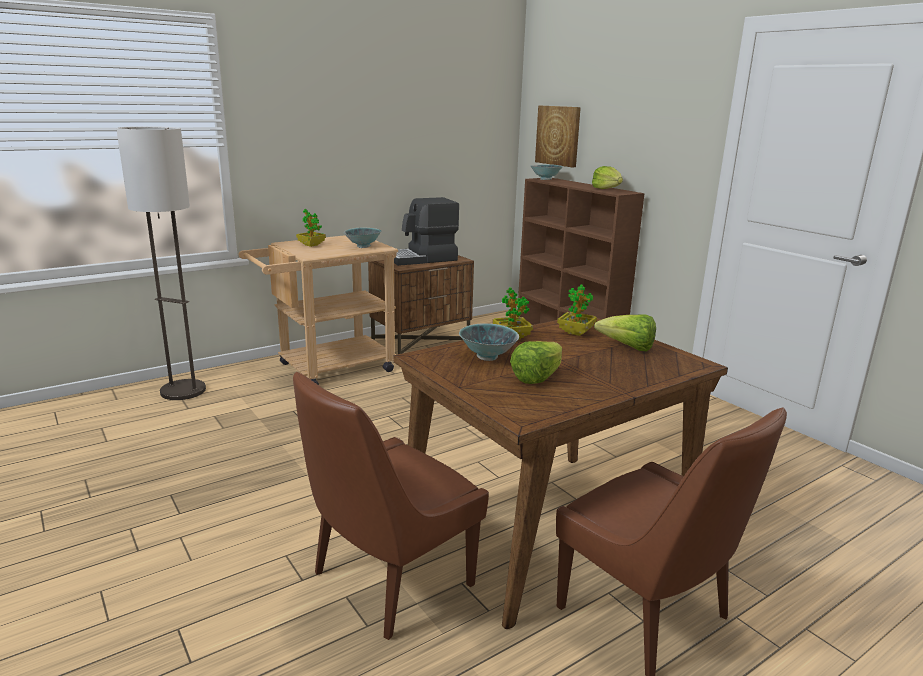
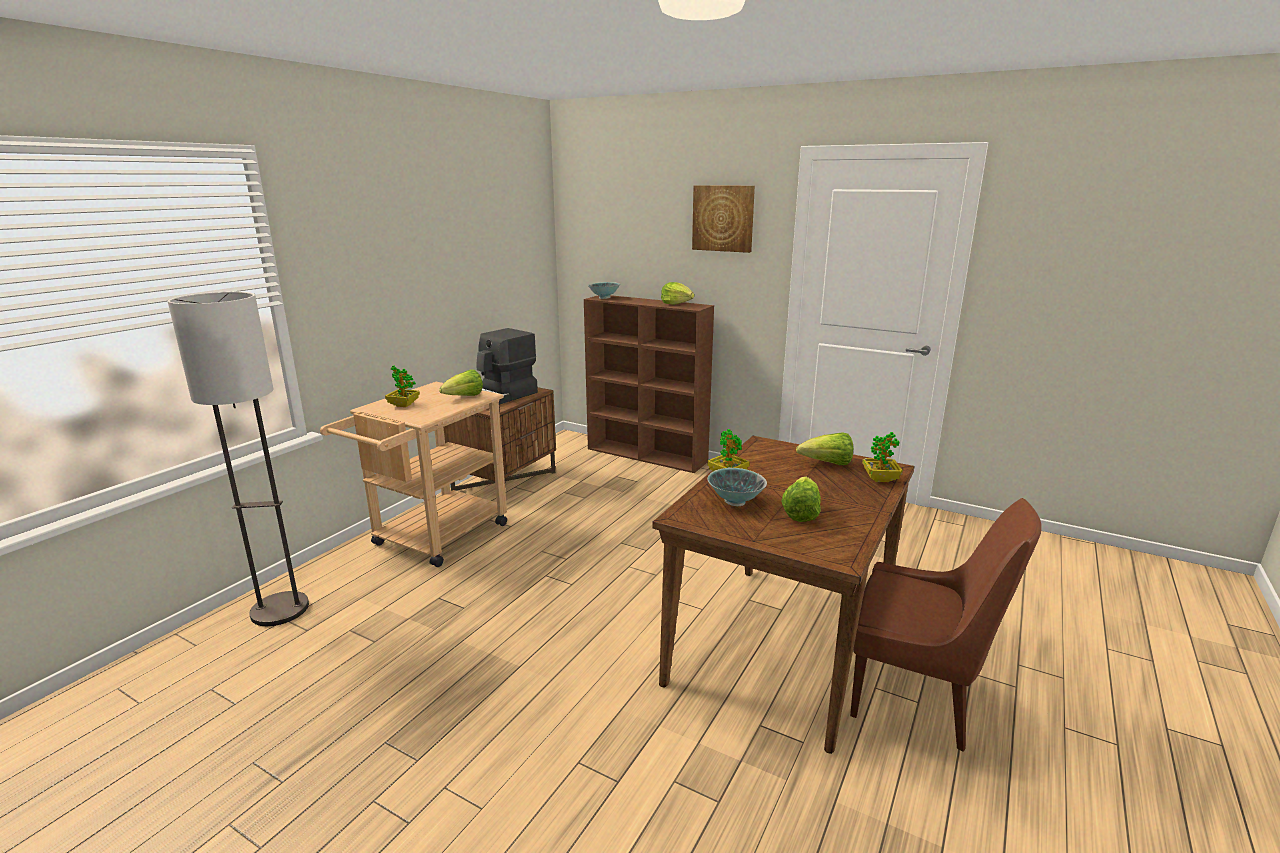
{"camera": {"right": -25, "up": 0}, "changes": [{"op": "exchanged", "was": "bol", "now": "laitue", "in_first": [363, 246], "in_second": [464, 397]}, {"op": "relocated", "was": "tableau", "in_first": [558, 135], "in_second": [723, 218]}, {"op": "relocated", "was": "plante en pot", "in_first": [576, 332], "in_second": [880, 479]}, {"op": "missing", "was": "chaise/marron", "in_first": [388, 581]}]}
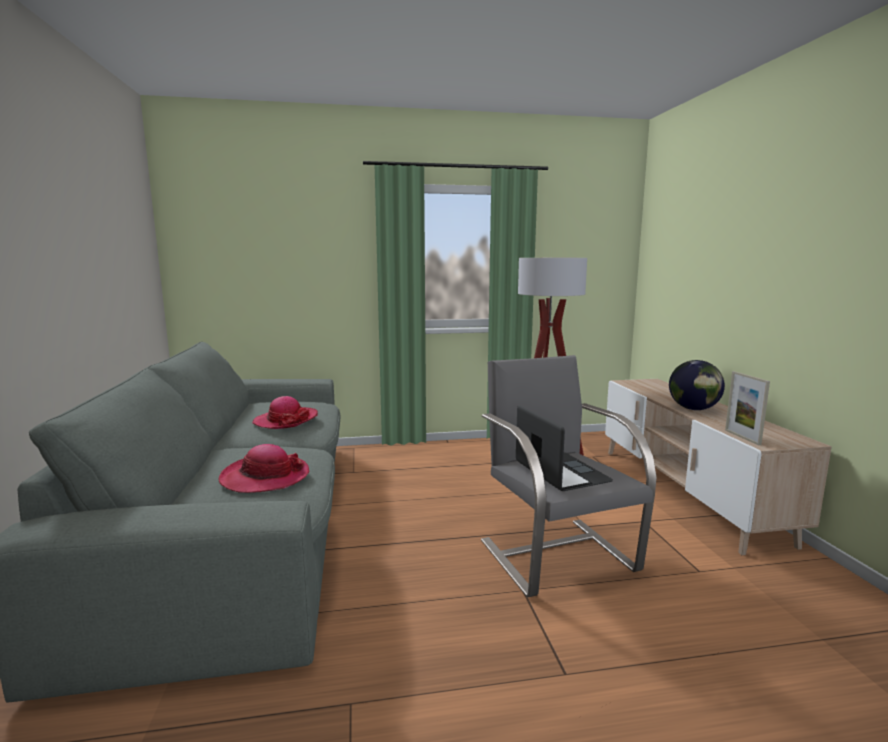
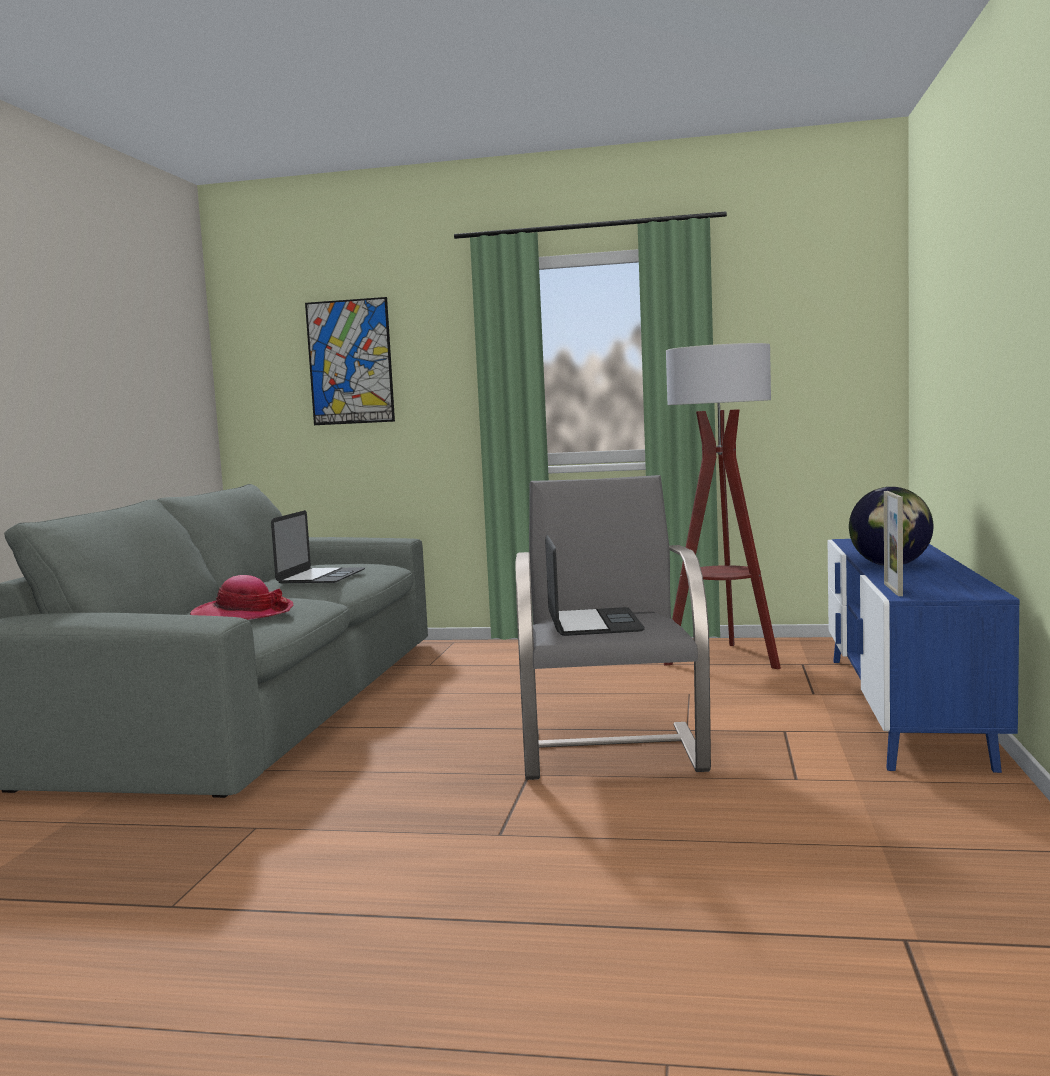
{"camera": {"right": 20, "up": -5}, "changes": [{"op": "exchanged", "was": "chapeau", "now": "ordinateur portable", "in_first": [286, 420], "in_second": [321, 576]}, {"op": "appeared", "now": "tableau", "in_second": [350, 362]}, {"op": "colour", "was": "meuble télé/beige", "now": "meuble télé/bleu", "in_first": [686, 491], "in_second": [902, 707]}]}
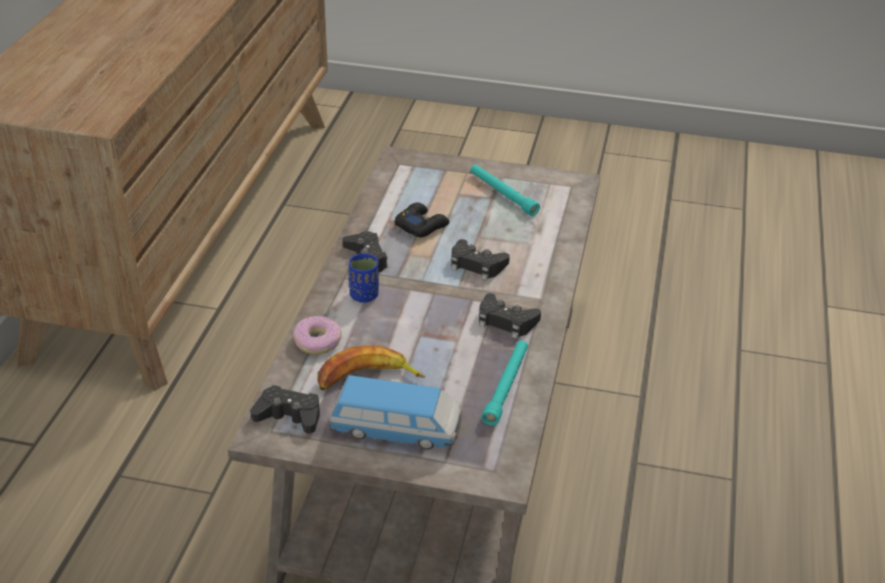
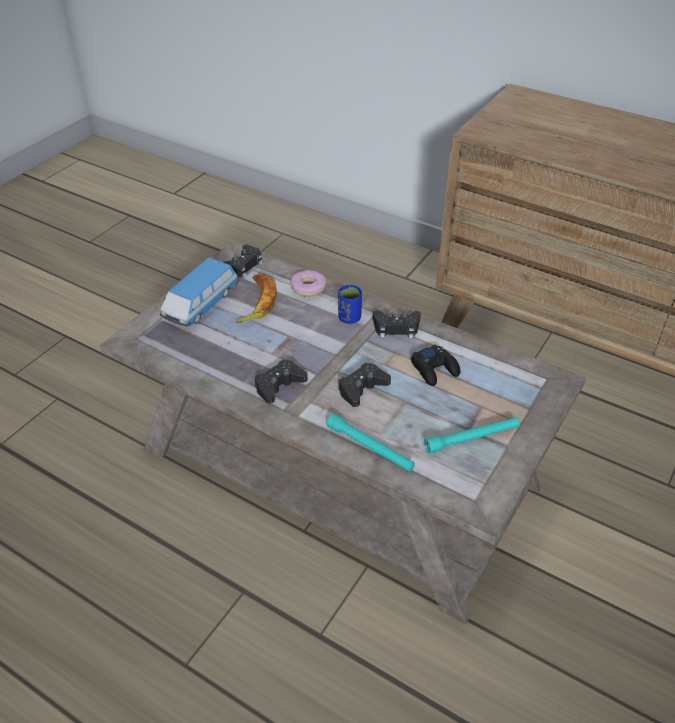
{"camera": {"right": 110, "up": 5}, "changes": [{"op": "relocated", "was": "lampe de poche/turquoise", "in_first": [506, 386], "in_second": [370, 448]}]}
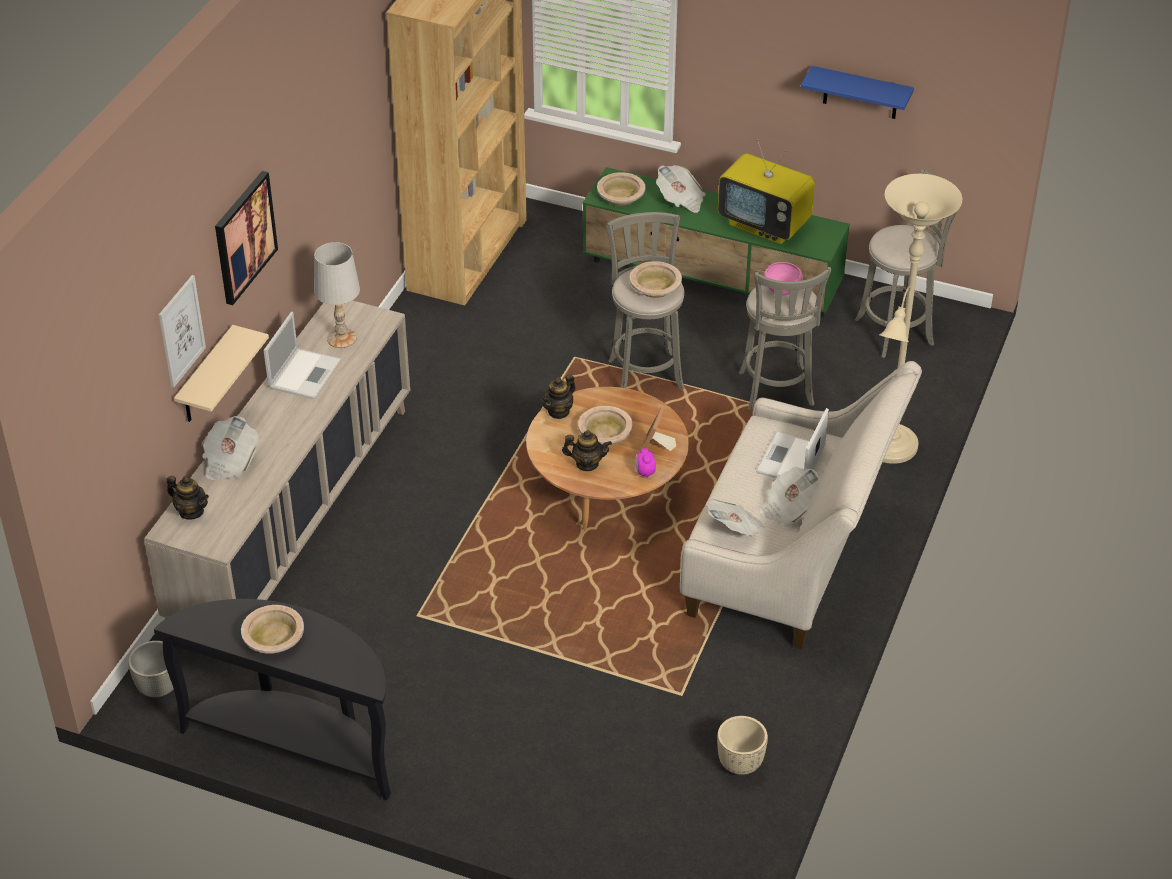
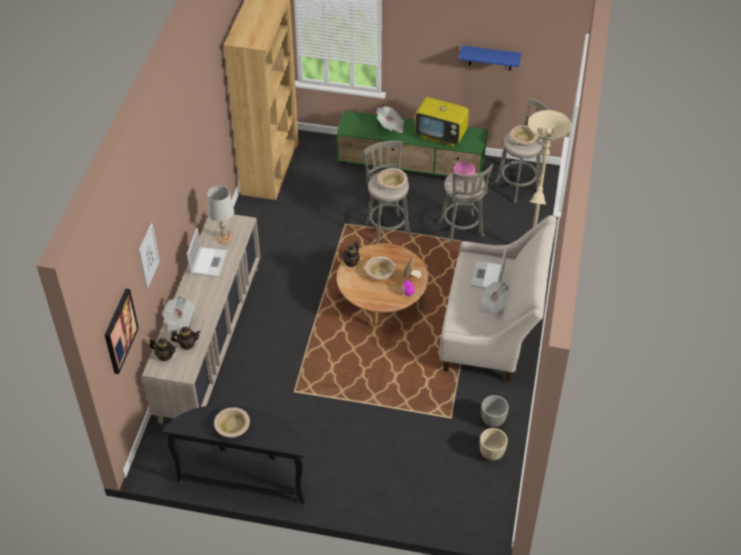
{"camera": {"right": -10, "up": 5}, "changes": [{"op": "relocated", "was": "tableau", "in_first": [244, 237], "in_second": [120, 331]}, {"op": "relocated", "was": "théière", "in_first": [587, 464], "in_second": [187, 344]}, {"op": "relocated", "was": "cache-pot/gris", "in_first": [158, 688], "in_second": [493, 420]}, {"op": "relocated", "was": "bol/beige", "in_first": [621, 195], "in_second": [523, 139]}, {"op": "missing", "was": "étagère/beige", "in_first": [206, 377]}, {"op": "missing", "was": "journal", "in_first": [735, 529]}]}
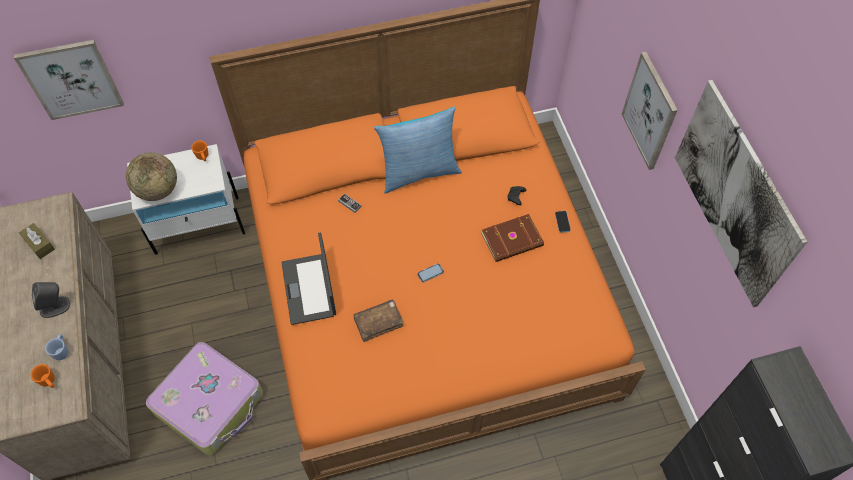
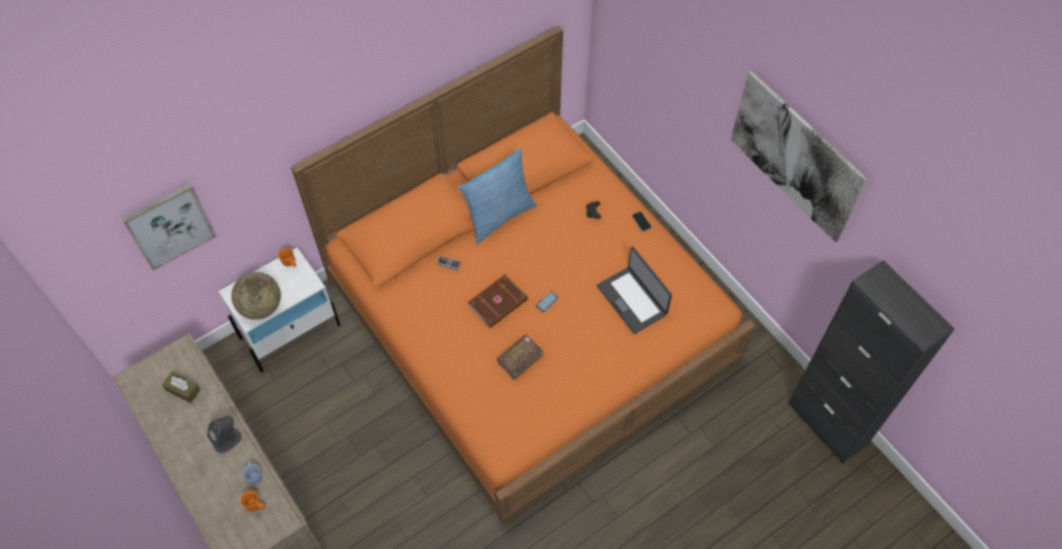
{"camera": {"right": -20, "up": 0}, "changes": [{"op": "relocated", "was": "livre/marron", "in_first": [513, 240], "in_second": [499, 303]}, {"op": "relocated", "was": "ordinateur portable", "in_first": [310, 289], "in_second": [632, 300]}, {"op": "missing", "was": "valise", "in_first": [210, 403]}, {"op": "missing", "was": "tableau", "in_first": [650, 111]}]}
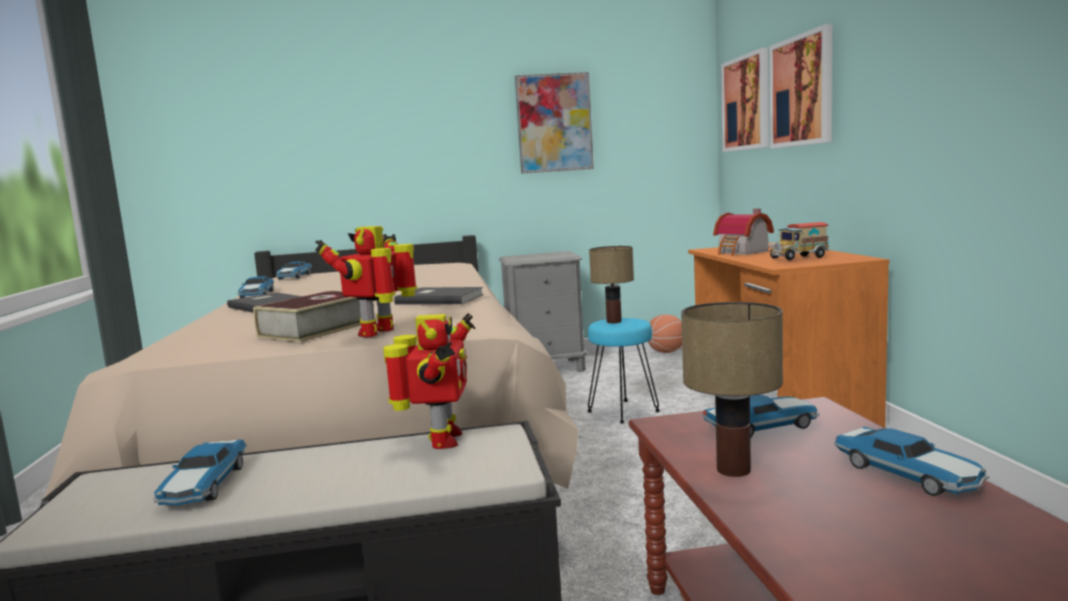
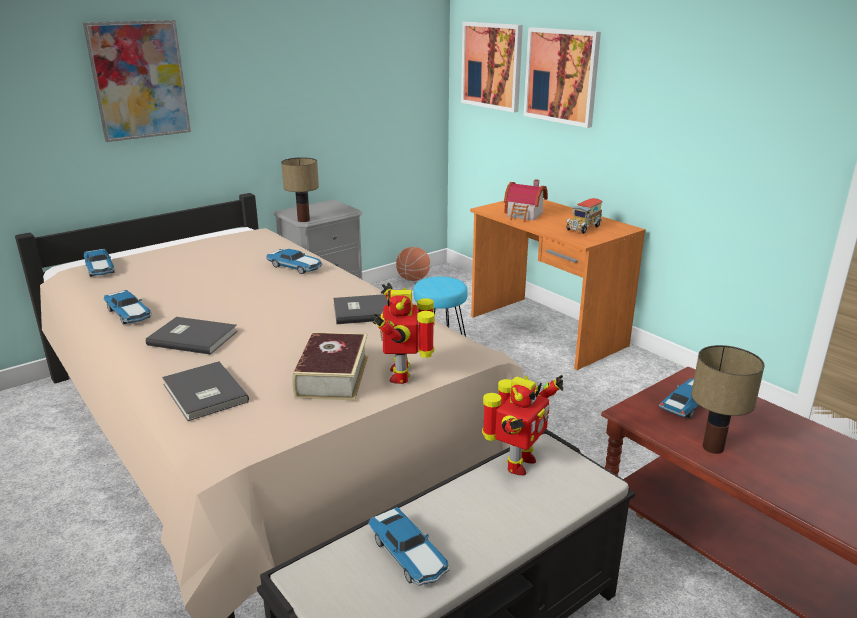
{"camera": {"right": -30, "up": 15}, "changes": [{"op": "relocated", "was": "tableau", "in_first": [554, 123], "in_second": [139, 80]}, {"op": "appeared", "now": "livre/gris", "in_second": [203, 394]}, {"op": "relocated", "was": "petite voiture", "in_first": [909, 474], "in_second": [295, 267]}, {"op": "relocated", "was": "lampe de table", "in_first": [614, 321], "in_second": [303, 220]}, {"op": "spun", "was": "robot jouet", "in_first": [441, 441], "in_second": [517, 464], "clockwise": 60}]}
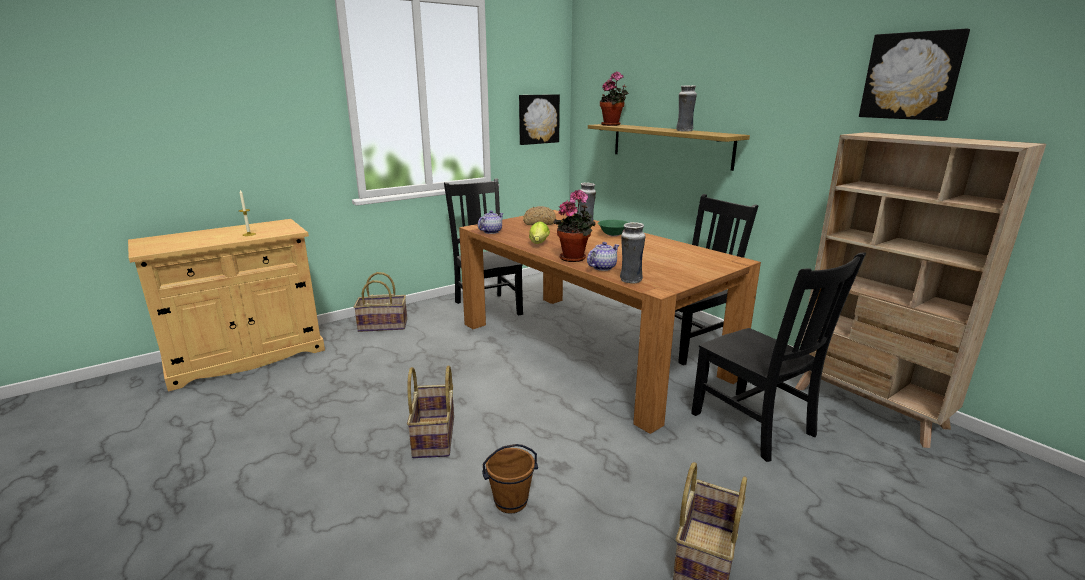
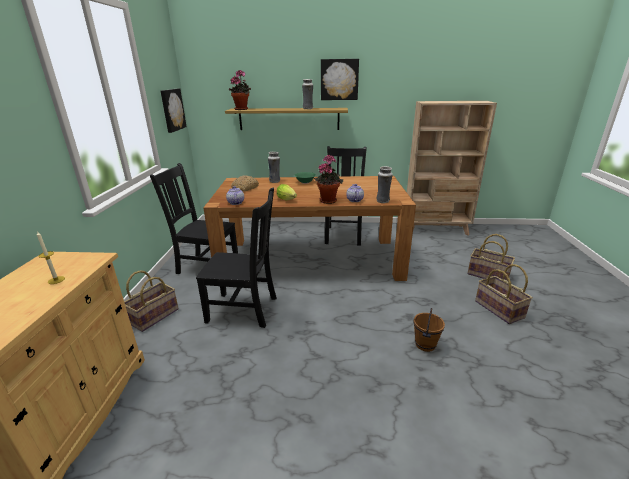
{"camera": {"right": -50, "up": 5}, "changes": [{"op": "relocated", "was": "chaise/noir", "in_first": [755, 426], "in_second": [245, 310]}, {"op": "relocated", "was": "tableau", "in_first": [912, 76], "in_second": [339, 79]}, {"op": "relocated", "was": "panier", "in_first": [435, 437], "in_second": [488, 275]}]}
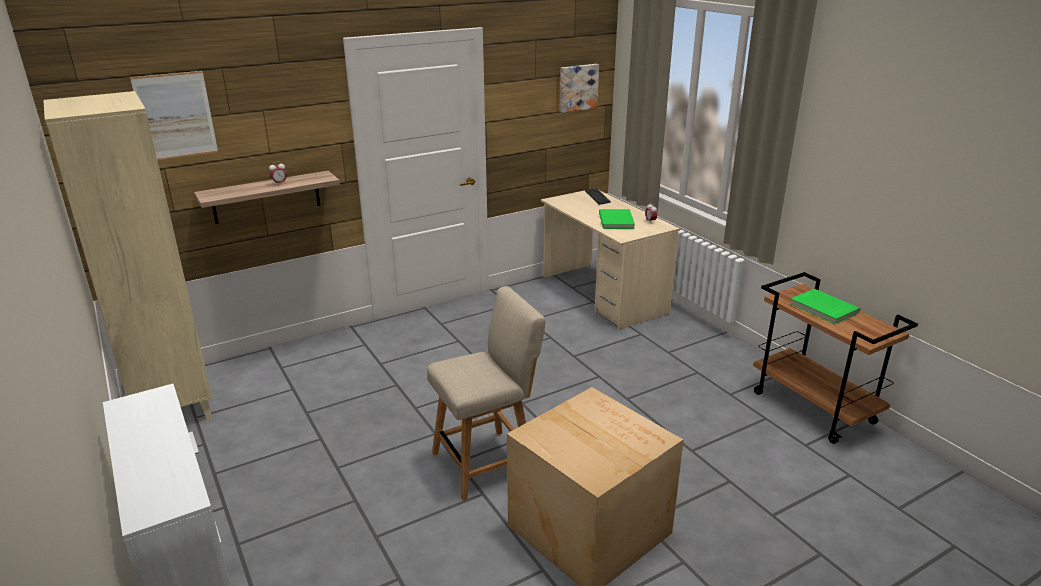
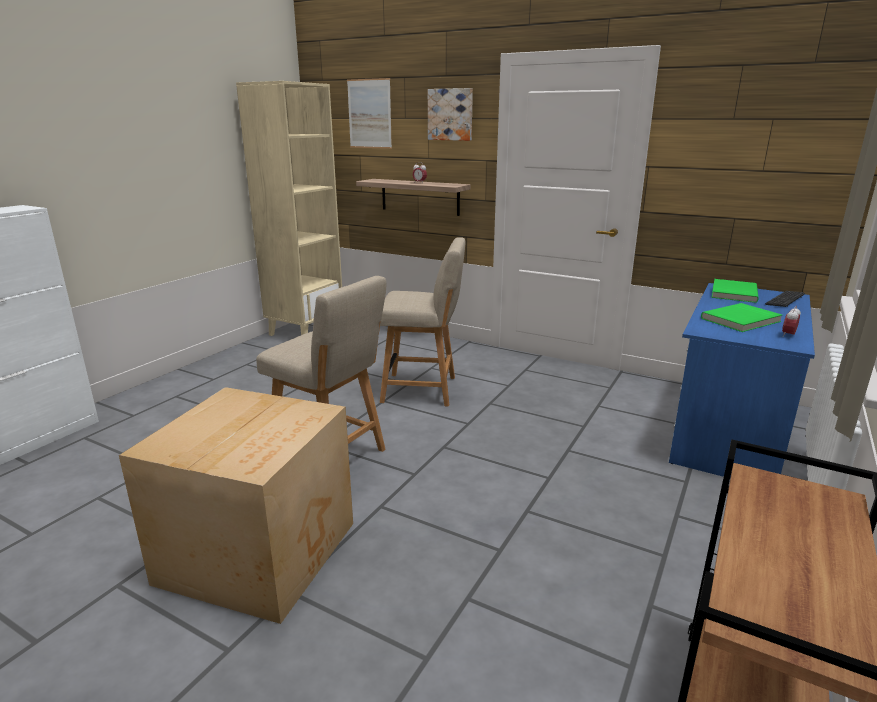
{"camera": {"right": 60, "up": -5}, "changes": [{"op": "appeared", "now": "chaise/beige", "in_second": [423, 389]}, {"op": "relocated", "was": "tableau", "in_first": [577, 87], "in_second": [451, 114]}, {"op": "colour", "was": "bureau/beige", "now": "bureau/bleu", "in_first": [603, 295], "in_second": [729, 430]}, {"op": "relocated", "was": "livre/vert", "in_first": [823, 308], "in_second": [732, 293]}]}
